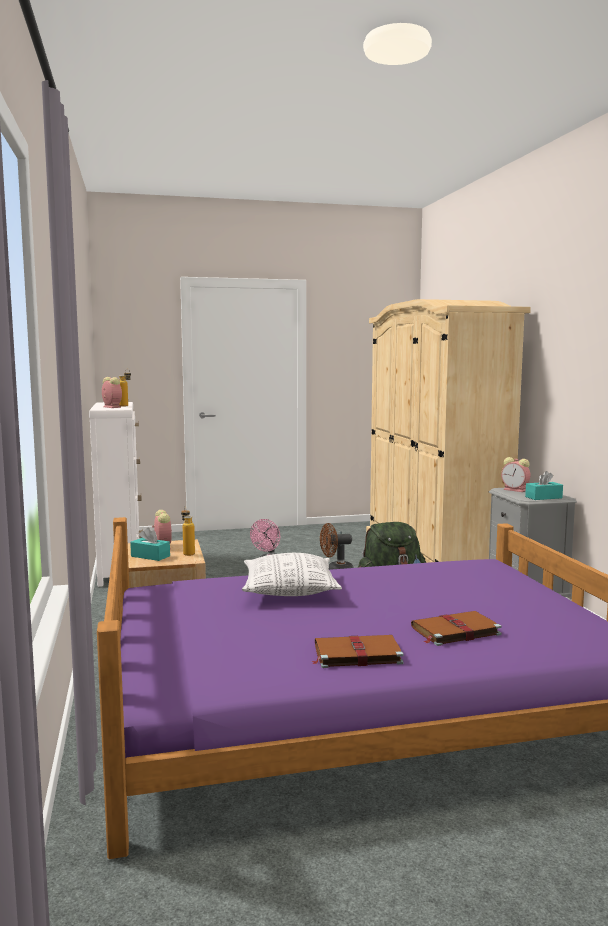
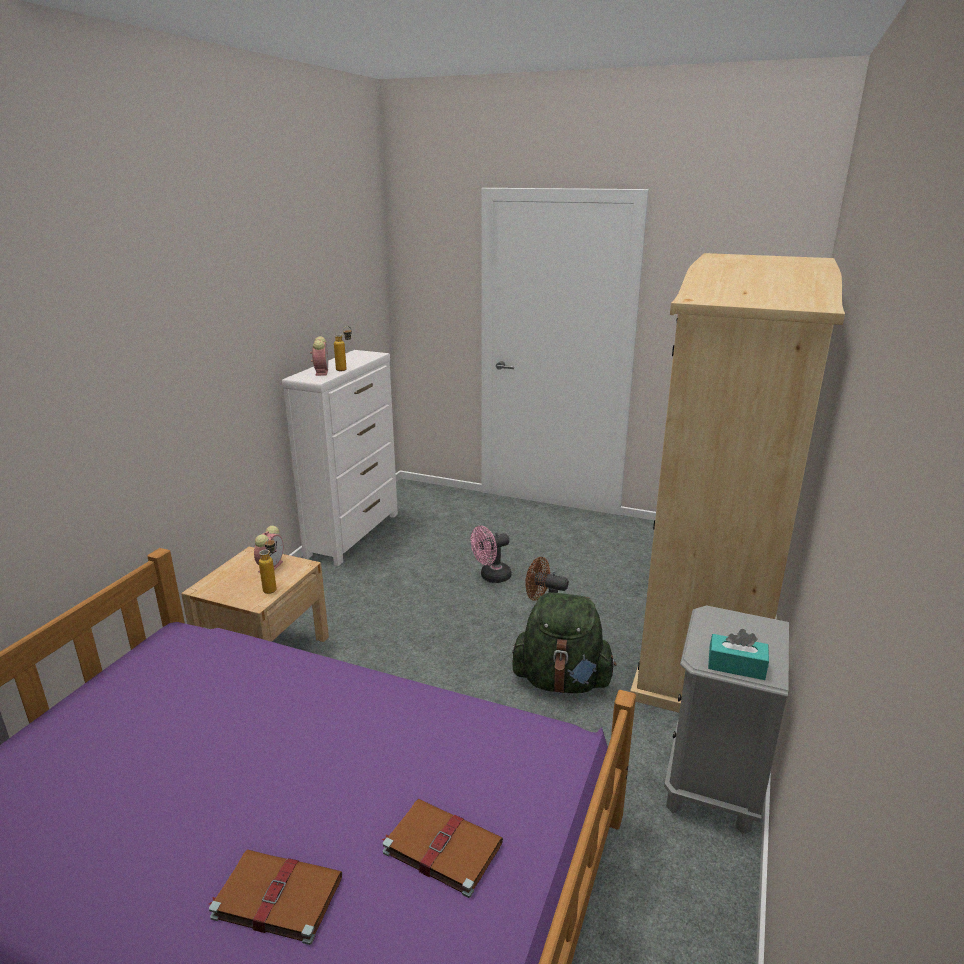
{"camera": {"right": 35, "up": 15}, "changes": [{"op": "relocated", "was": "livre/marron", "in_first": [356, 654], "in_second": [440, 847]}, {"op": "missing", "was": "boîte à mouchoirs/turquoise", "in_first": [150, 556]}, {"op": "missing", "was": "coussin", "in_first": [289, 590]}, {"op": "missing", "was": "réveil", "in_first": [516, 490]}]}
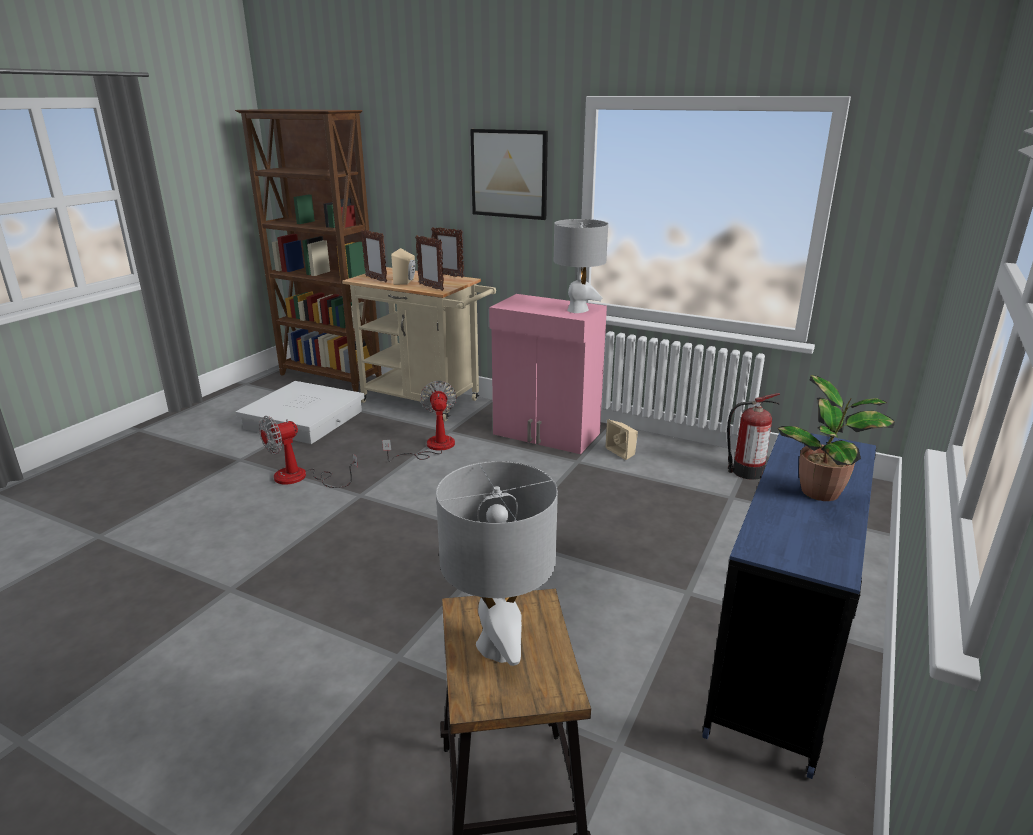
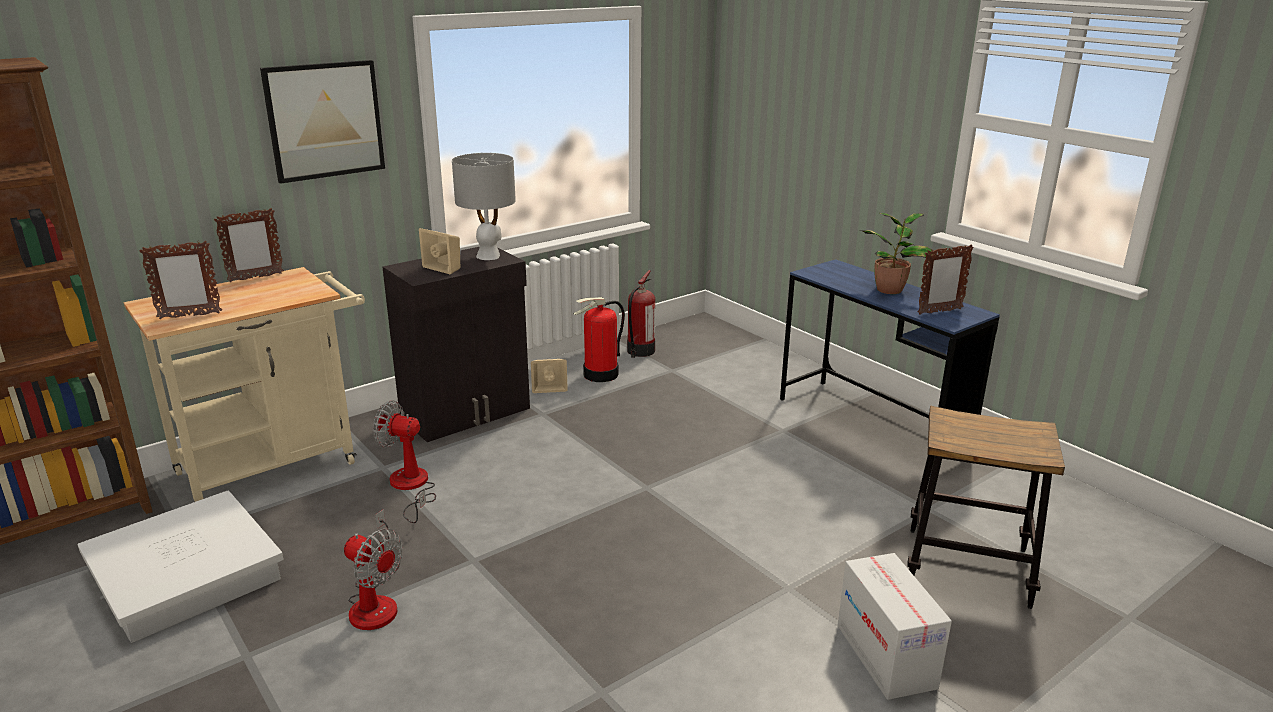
{"camera": {"right": -65, "up": 0}, "changes": [{"op": "spun", "was": "ventilateur", "in_first": [301, 478], "in_second": [376, 601], "clockwise": -45}, {"op": "colour", "was": "meuble de rangement/rose", "now": "meuble de rangement/noir", "in_first": [546, 434], "in_second": [467, 413]}, {"op": "relocated", "was": "enceinte/beige", "in_first": [406, 281], "in_second": [445, 267]}, {"op": "appeared", "now": "extincteur", "in_second": [601, 375]}, {"op": "appeared", "now": "carton", "in_second": [885, 656]}, {"op": "relocated", "was": "cadre photo", "in_first": [431, 287], "in_second": [939, 311]}, {"op": "missing", "was": "lampe de table/gris", "in_first": [498, 646]}]}
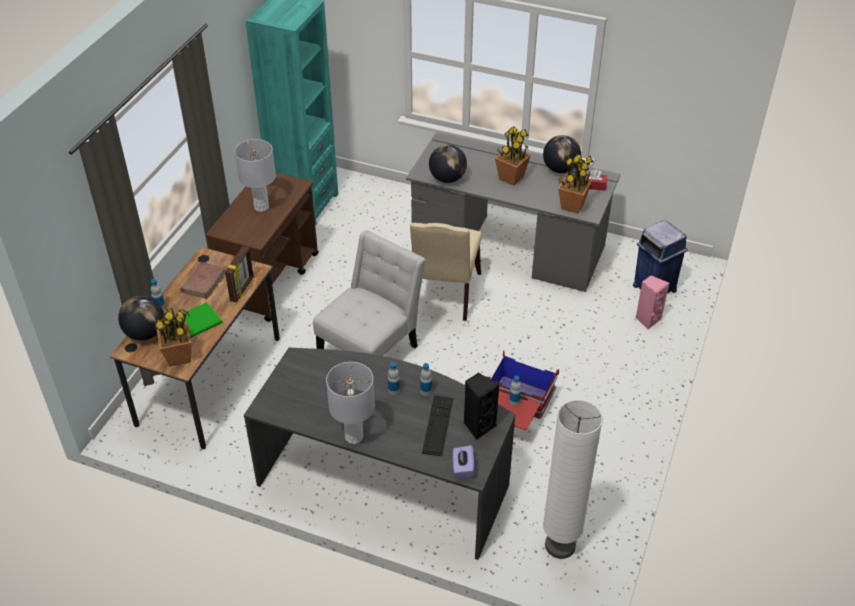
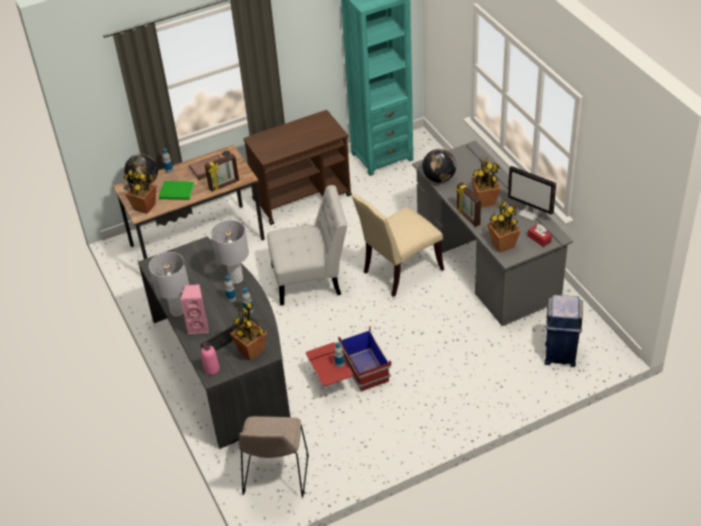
{"camera": {"right": 45, "up": 0}, "changes": [{"op": "relocated", "was": "enceinte/rose", "in_first": [647, 320], "in_second": [199, 326]}, {"op": "exchanged", "was": "boîte à mouchoirs/violet", "now": "bouteille/rose", "in_first": [462, 468], "in_second": [211, 369]}, {"op": "relocated", "was": "lampe de table/gris", "in_first": [261, 207], "in_second": [236, 279]}, {"op": "exchanged", "was": "enceinte/noir", "now": "plante en pot", "in_first": [478, 426], "in_second": [251, 351]}, {"op": "exchanged", "was": "lampadaire/blanc", "now": "chaise/beige", "in_first": [560, 545], "in_second": [276, 476]}, {"op": "appeared", "now": "cadre photo", "in_second": [467, 217]}, {"op": "exchanged", "was": "globe", "now": "écran d'ordinateur", "in_first": [560, 169], "in_second": [530, 213]}]}
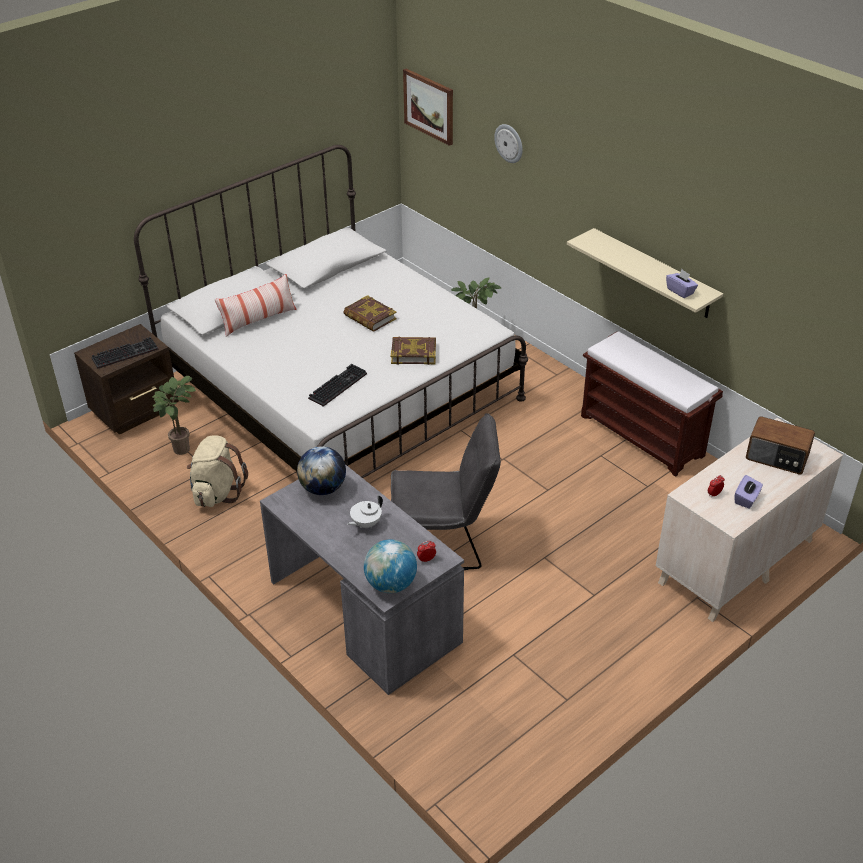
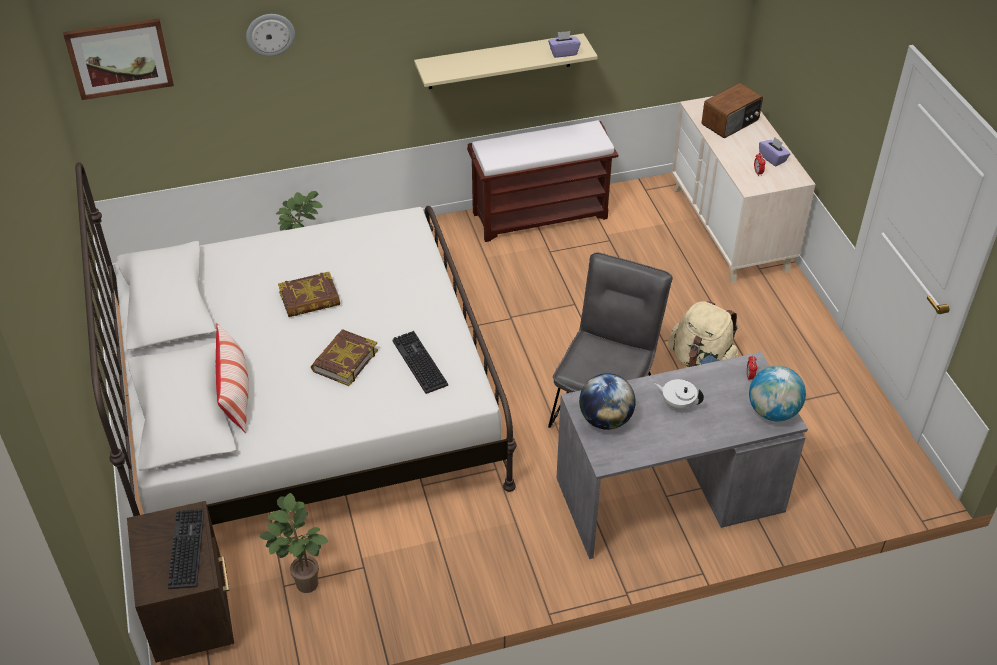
{"camera": {"right": -65, "up": 5}, "changes": [{"op": "relocated", "was": "livre", "in_first": [413, 353], "in_second": [344, 361]}, {"op": "spun", "was": "théière/blanc", "in_first": [365, 524], "in_second": [677, 403], "clockwise": 135}, {"op": "relocated", "was": "sac à dos/beige", "in_first": [217, 492], "in_second": [702, 362]}]}
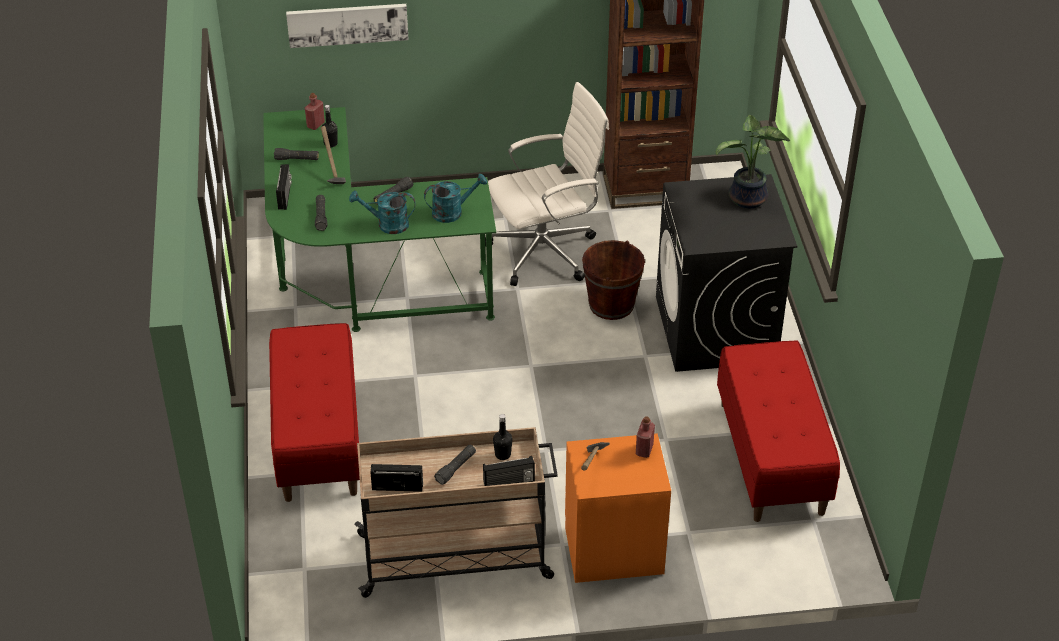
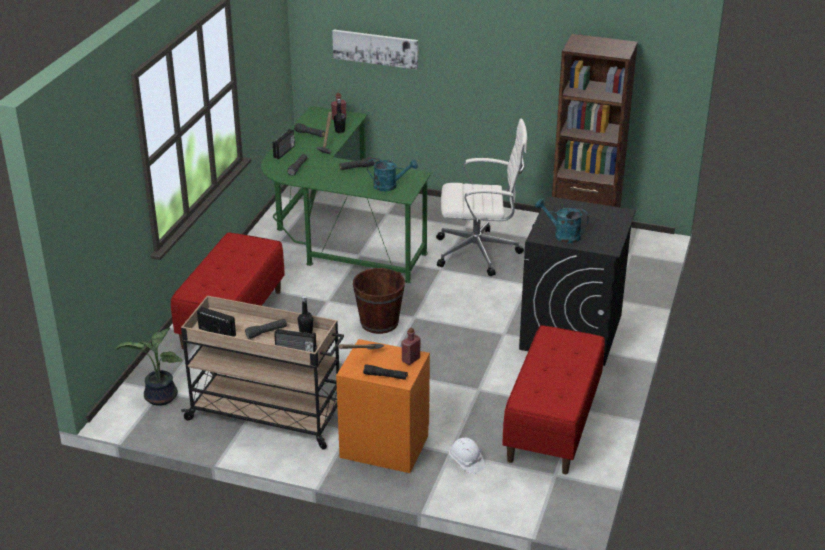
{"camera": {"right": 25, "up": -10}, "changes": [{"op": "relocated", "was": "plante en pot", "in_first": [747, 200], "in_second": [159, 398]}, {"op": "relocated", "was": "seau/marron", "in_first": [611, 304], "in_second": [379, 323]}, {"op": "appeared", "now": "lampe de poche/noir", "in_second": [385, 376]}, {"op": "appeared", "now": "casque de chantier/blanc", "in_second": [466, 462]}, {"op": "relocated", "was": "arrosoir/turquoise", "in_first": [387, 225], "in_second": [562, 235]}]}
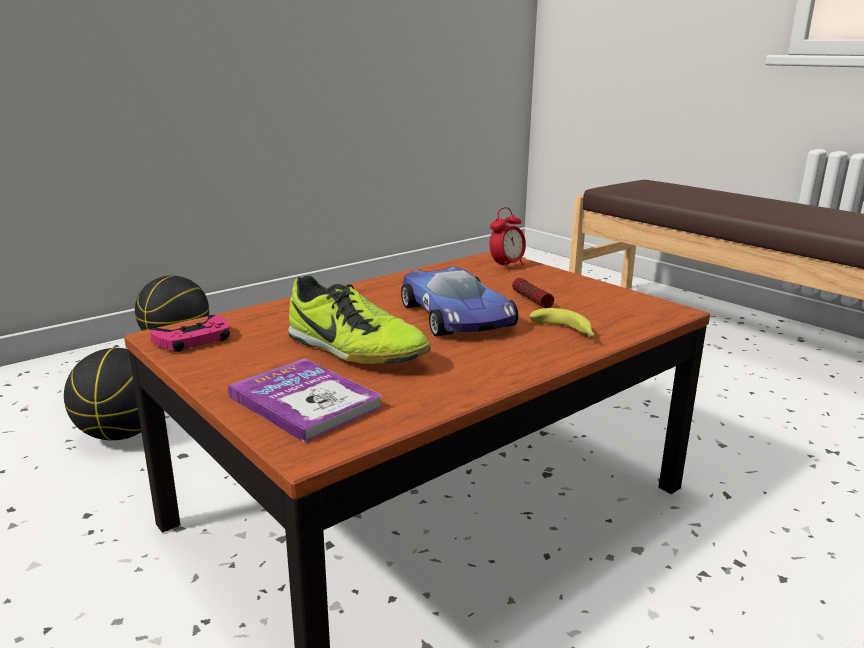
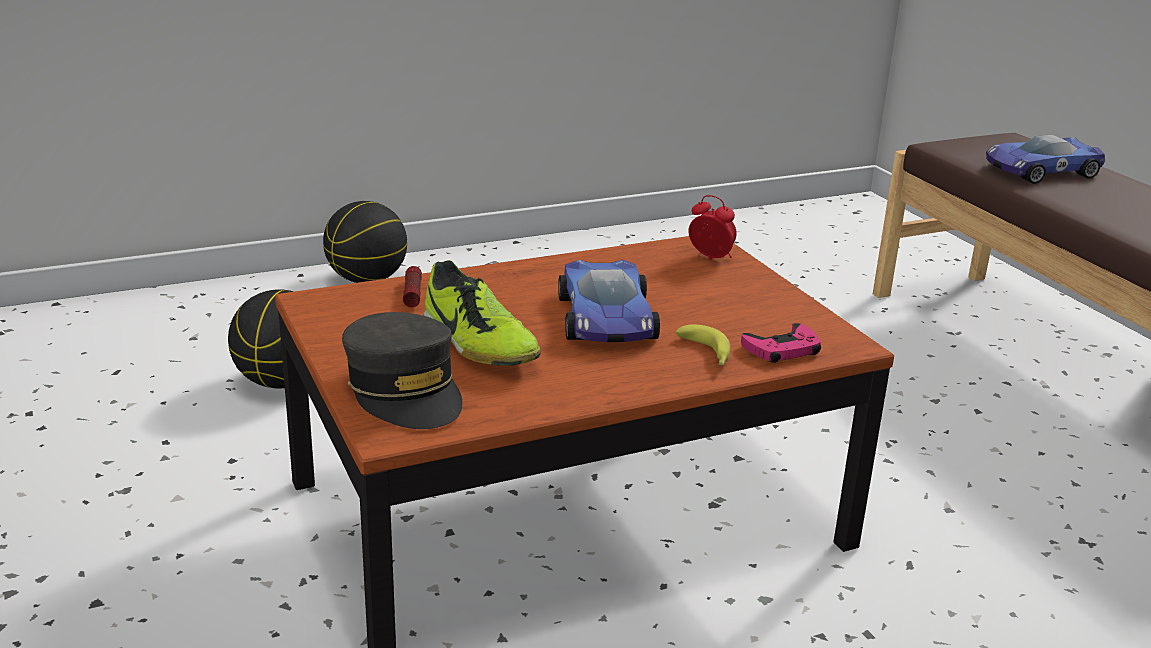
{"camera": {"right": 15, "up": 5}, "changes": [{"op": "exchanged", "was": "livre", "now": "casquette/gris", "in_first": [304, 402], "in_second": [405, 391]}, {"op": "relocated", "was": "lampe de poche", "in_first": [531, 300], "in_second": [412, 294]}, {"op": "spun", "was": "réveil", "in_first": [506, 266], "in_second": [711, 258], "clockwise": -120}, {"op": "relocated", "was": "manette/rose", "in_first": [194, 340], "in_second": [782, 350]}, {"op": "appeared", "now": "petite voiture", "in_second": [1039, 170]}]}
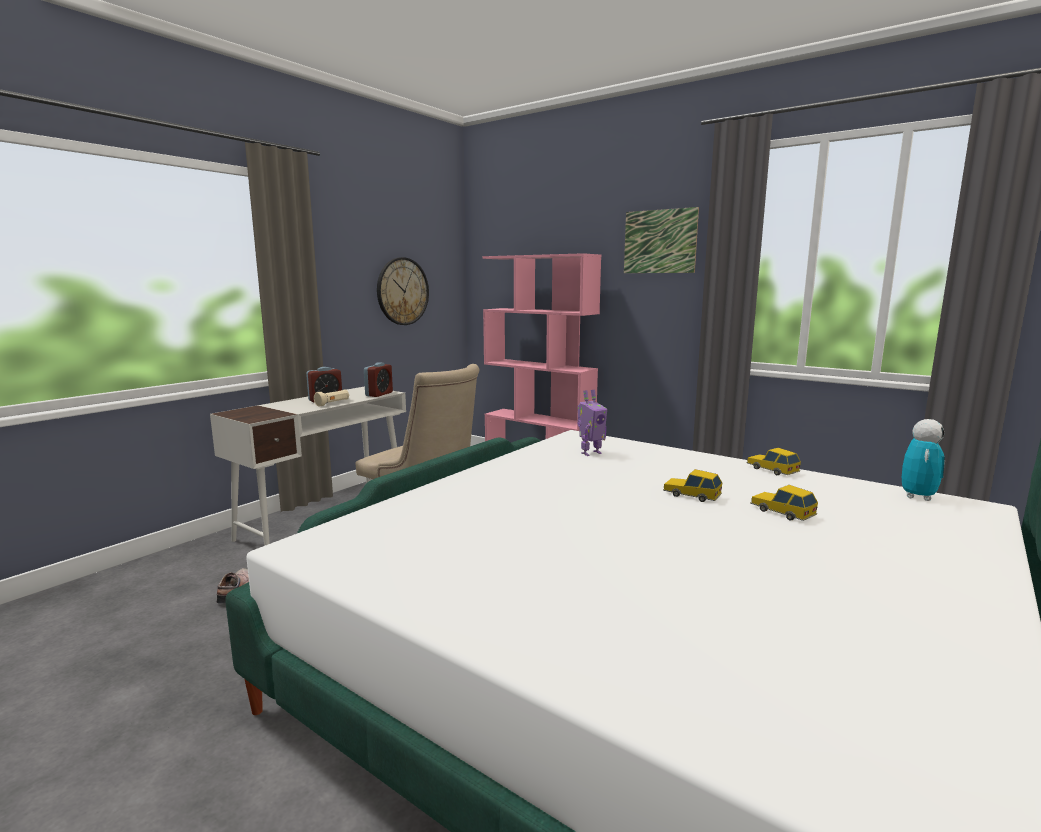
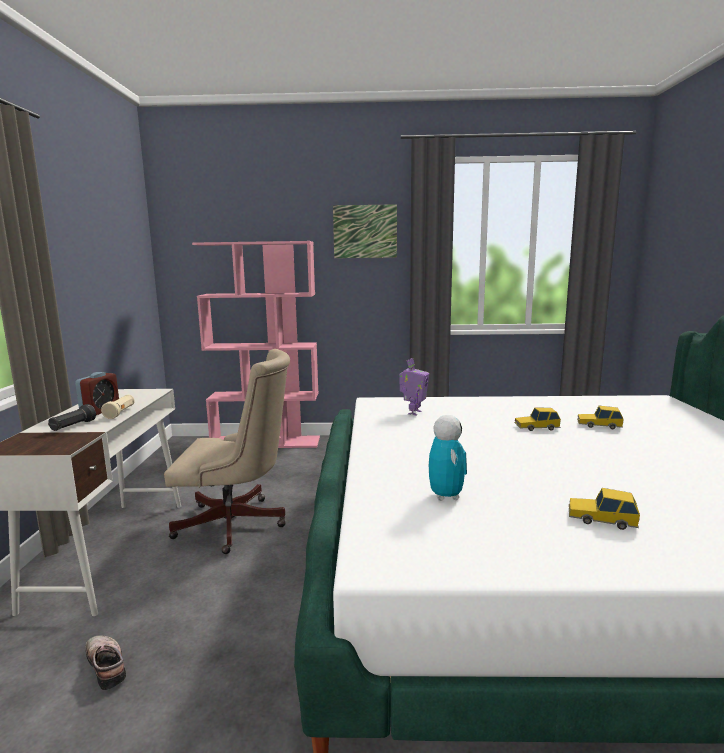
{"camera": {"right": -35, "up": 0}, "changes": [{"op": "appeared", "now": "lampe de poche/noir", "in_second": [73, 426]}, {"op": "relocated", "was": "robot jouet", "in_first": [917, 497], "in_second": [446, 496]}, {"op": "relocated", "was": "petite voiture", "in_first": [772, 470], "in_second": [601, 519]}, {"op": "missing", "was": "réveil", "in_first": [379, 394]}, {"op": "missing", "was": "horloge murale", "in_first": [402, 291]}]}
